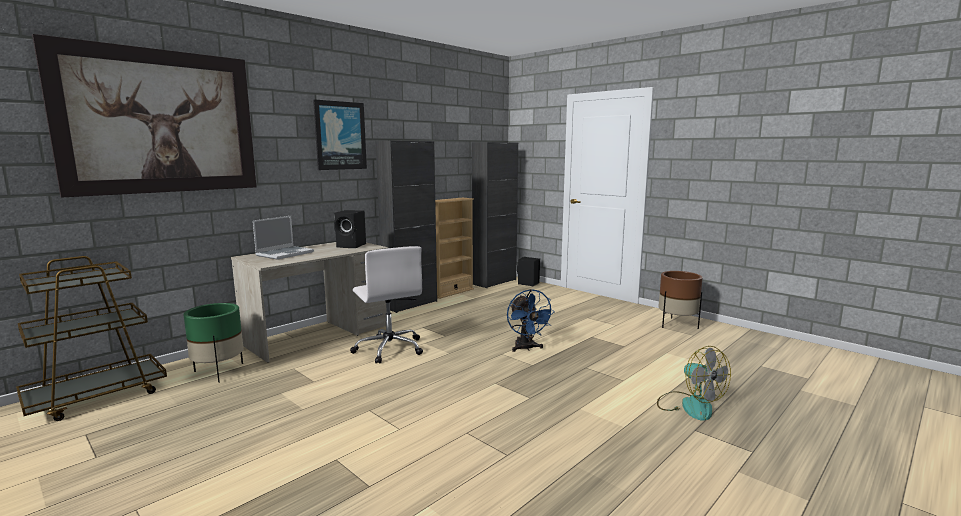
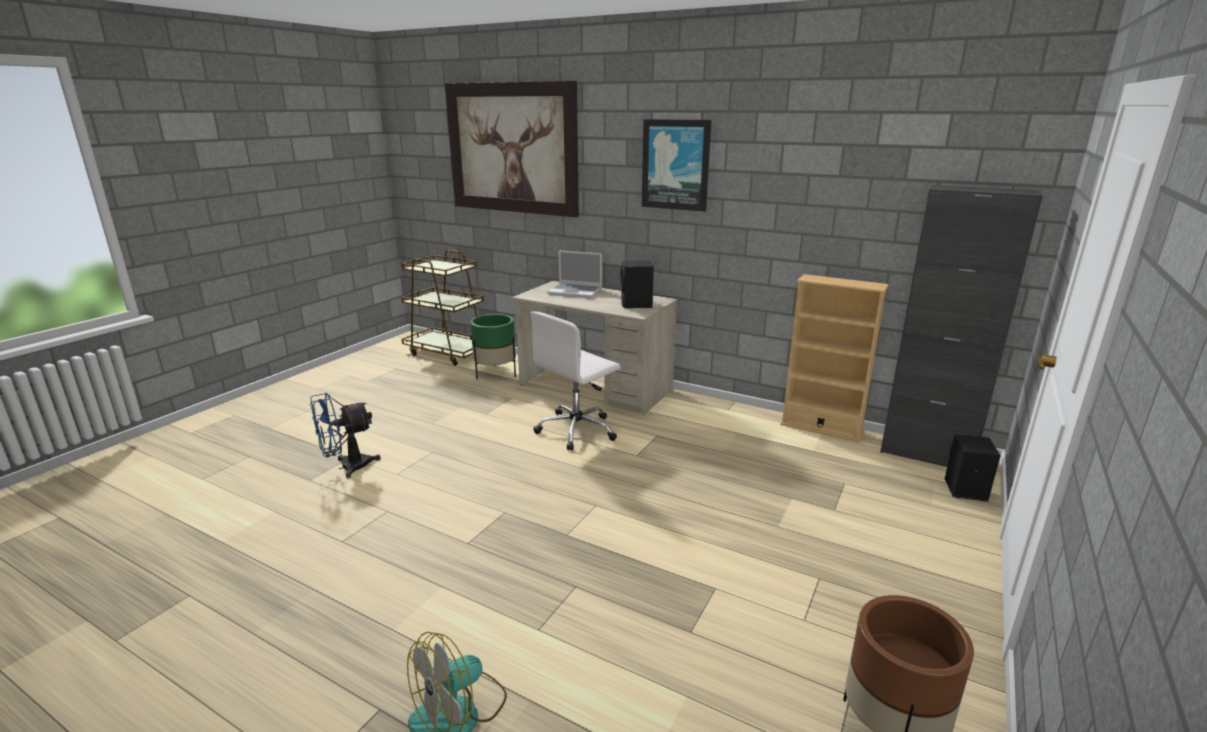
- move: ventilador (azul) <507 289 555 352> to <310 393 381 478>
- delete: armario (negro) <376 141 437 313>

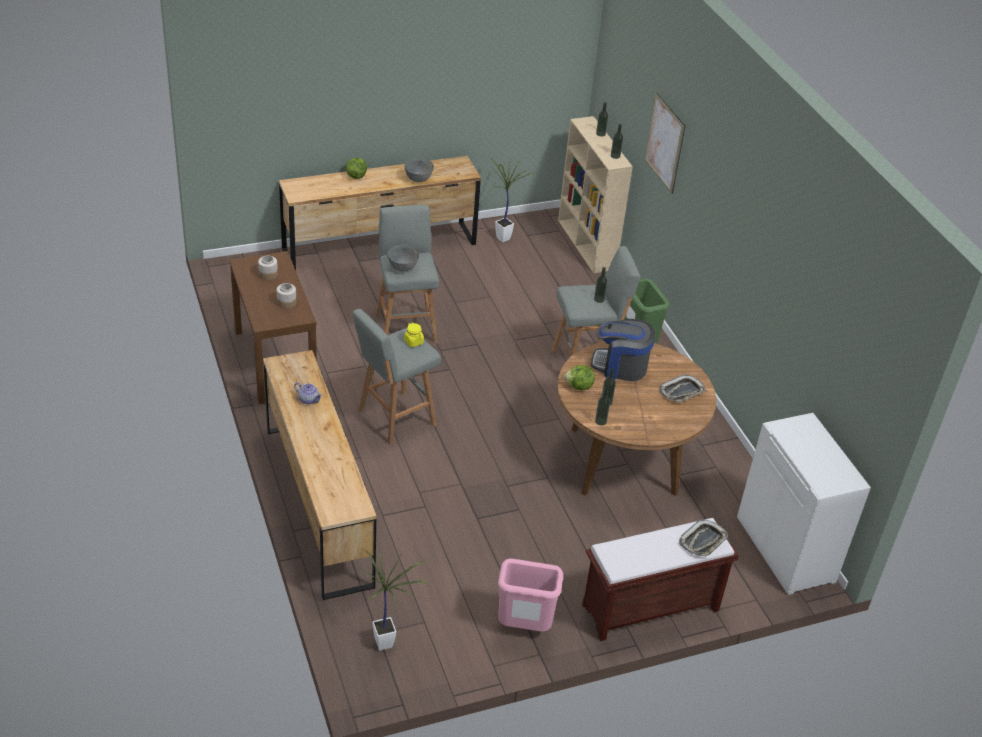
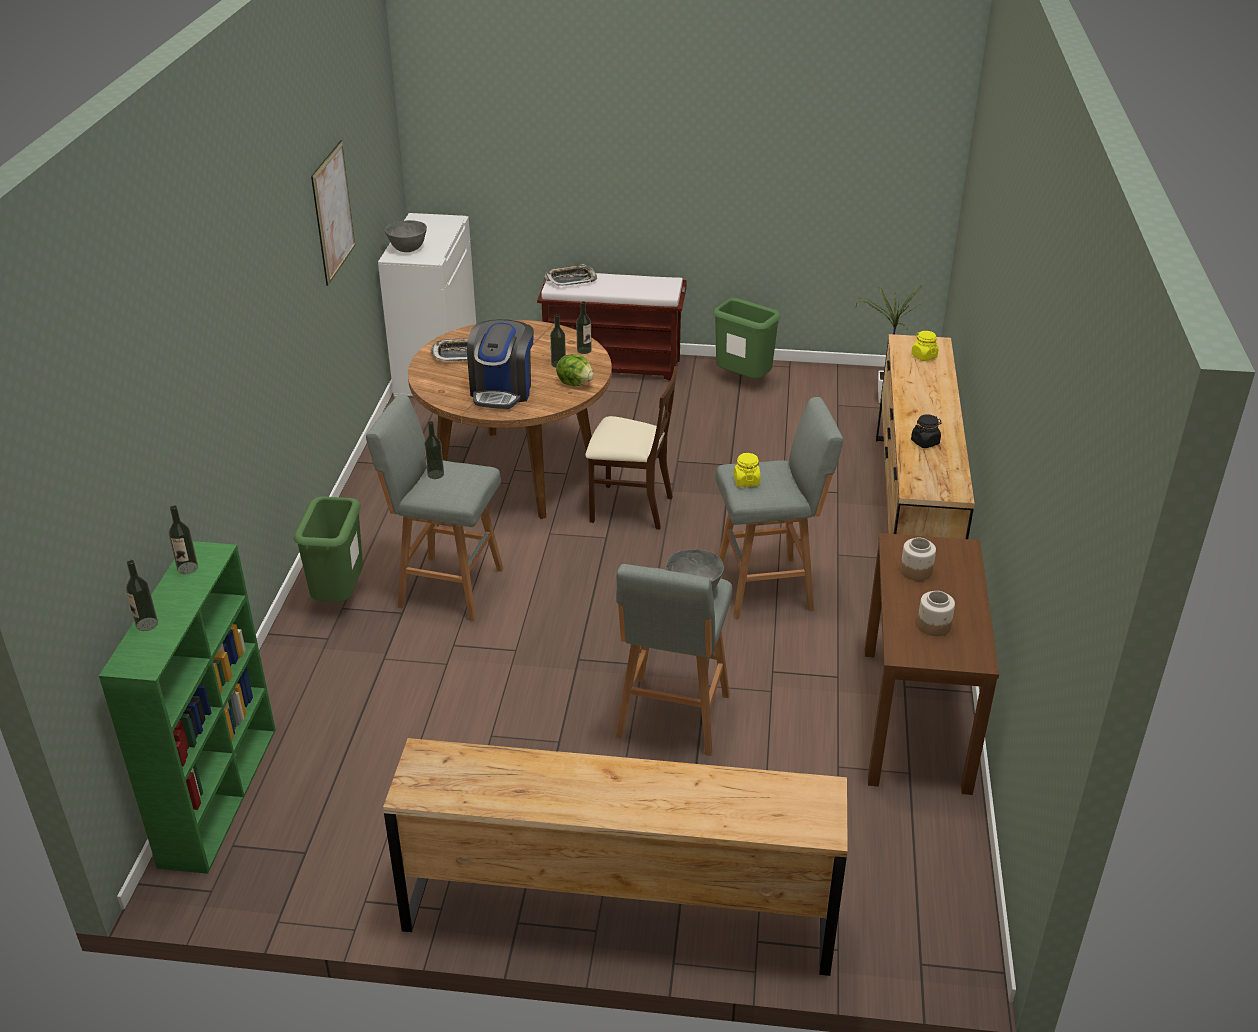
- recolor: estantería (beis) <558 116 633 274> to estantería (verde) <99 541 276 874>
- move: cuadro <645 93 685 194> to <311 140 355 286>
- move: cuenco (gris) <404 158 434 182> to <385 220 427 252>
- rotate: cafetera <591 319 655 381> = <467 319 534 409> 60 degrees clockwise
- insert: silla (beis) <585 366 678 530>
- recolor: papelera (rosa) <498 558 563 632> to papelera (verde) <713 298 781 379>
- insert: tarro (amarillo) <911 331 938 361>
- replace: tetera <294 382 323 405> to tarro (negro) <911 414 942 448>
- delete: lechuga <346 158 367 179>
- delete: planta en maceta <490 157 537 242>

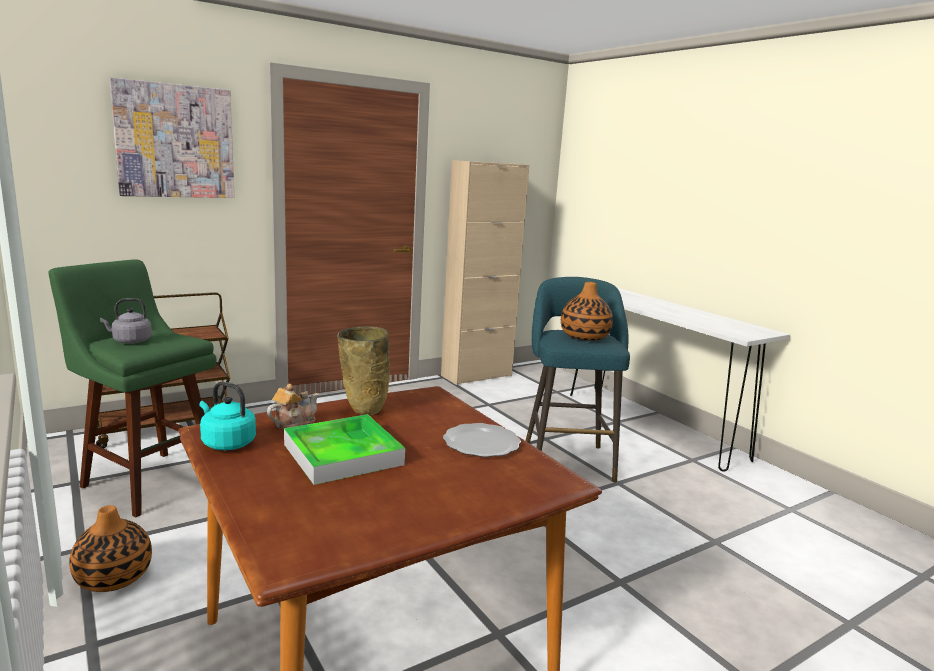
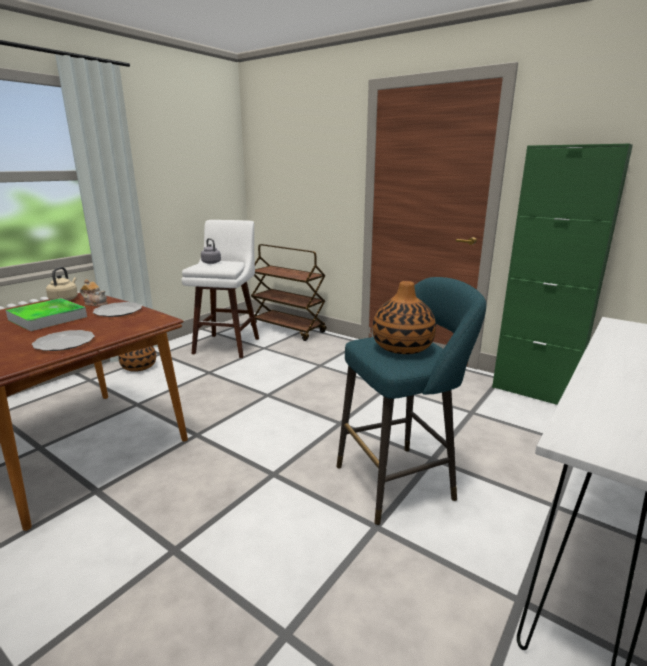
- recolor: hervidor (turquesa) <199 382 256 450> to hervidor (beis) <46 267 78 301>
- replace: florero (beis) <337 327 390 415> to plato <93 302 142 317>
- recolor: taburete (verde) <48 259 217 517> to taburete (blanco) <181 220 259 358>
- recolor: armario (beis) <441 160 529 385> to armario (verde) <492 143 633 405>
- delete: cuadro <109 78 234 198>

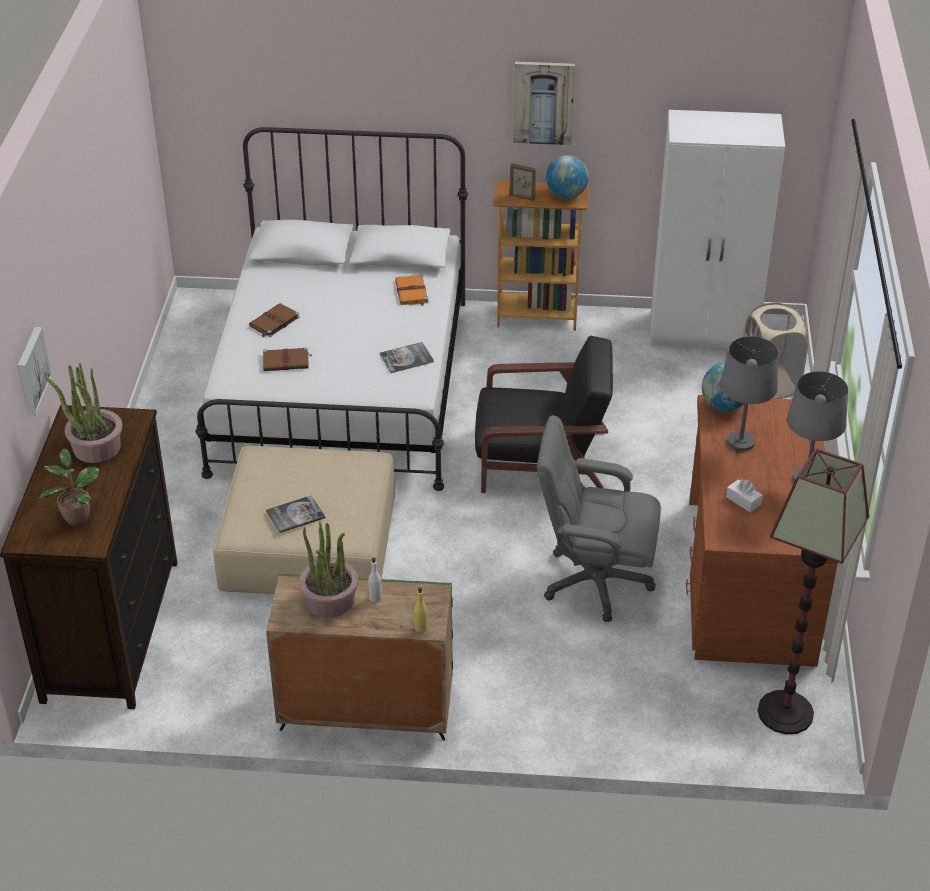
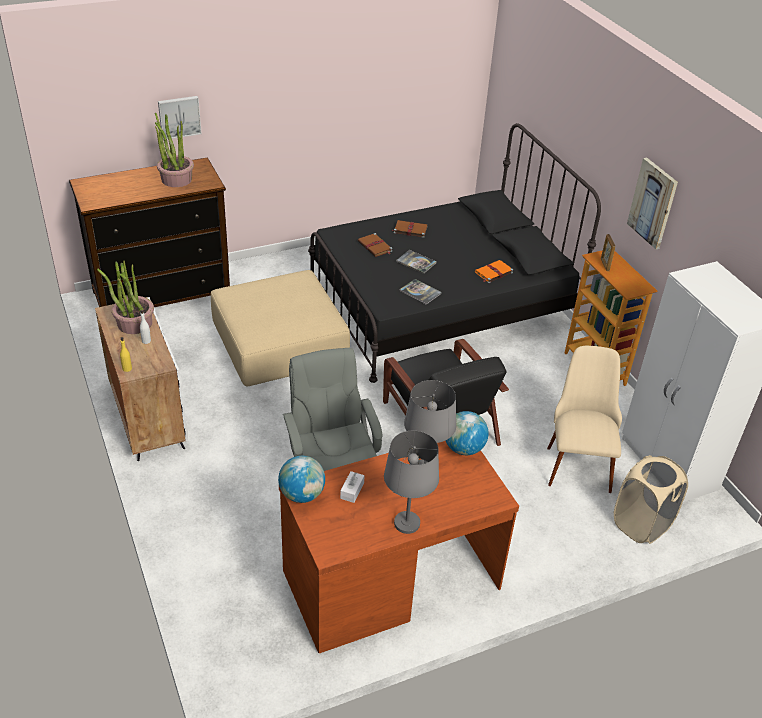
- recolor: armario (verde) <266 573 453 741> to armario (blanco) <95 297 188 461>
- move: globo terráqueo <546 155 589 199> to <278 456 325 503>
- recolor: cama (blanco) <195 127 468 491> to cama (negro) <308 123 601 383>
- move: libro <266 495 325 533> to <396 250 437 274>
- insert: silla (beis) <547 346 622 493>
- delete: planta en maceta <39 449 101 526>
- delete: lámpara de pie <758 448 869 734>

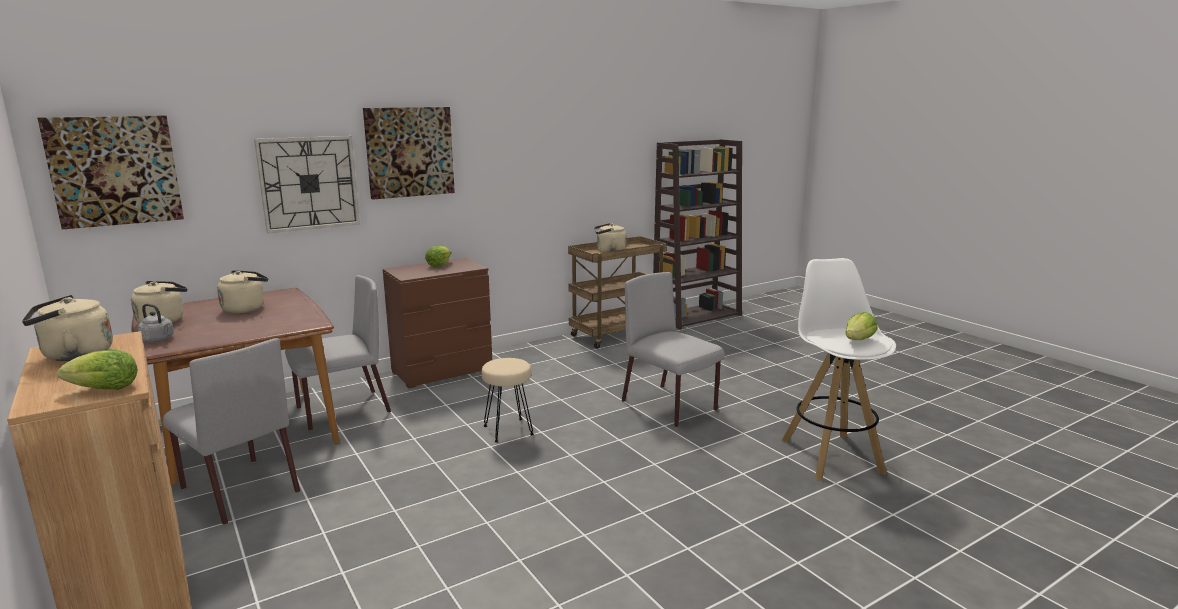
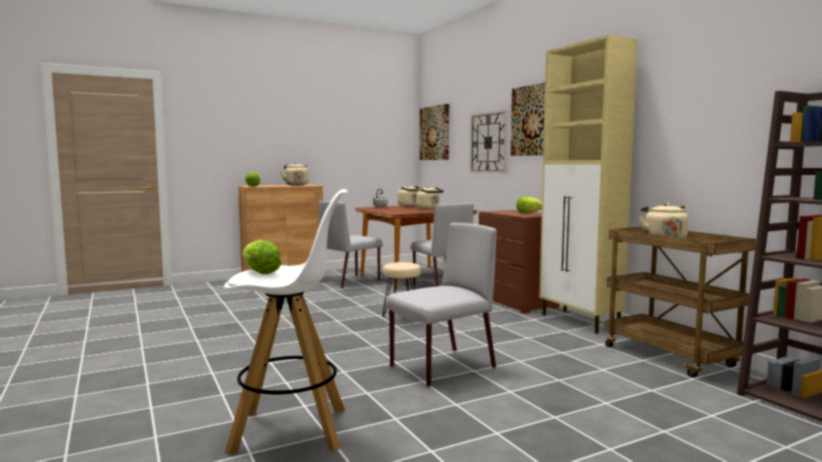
- insert: armario (beis) <539 35 638 334>

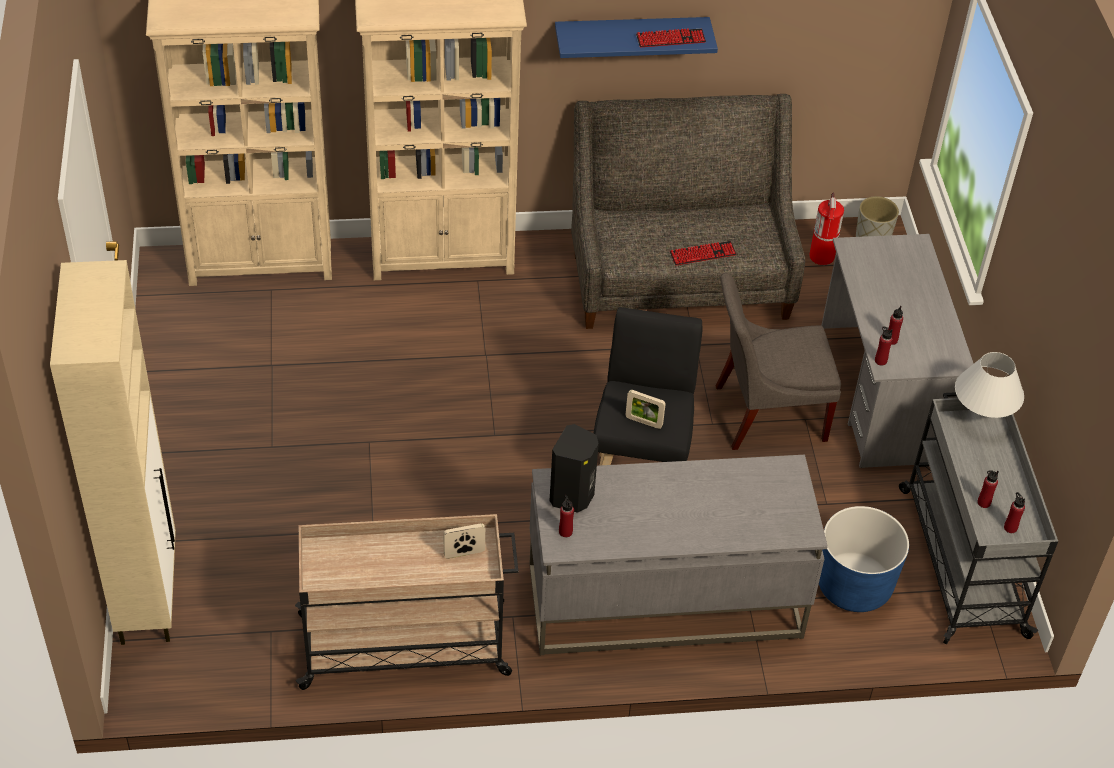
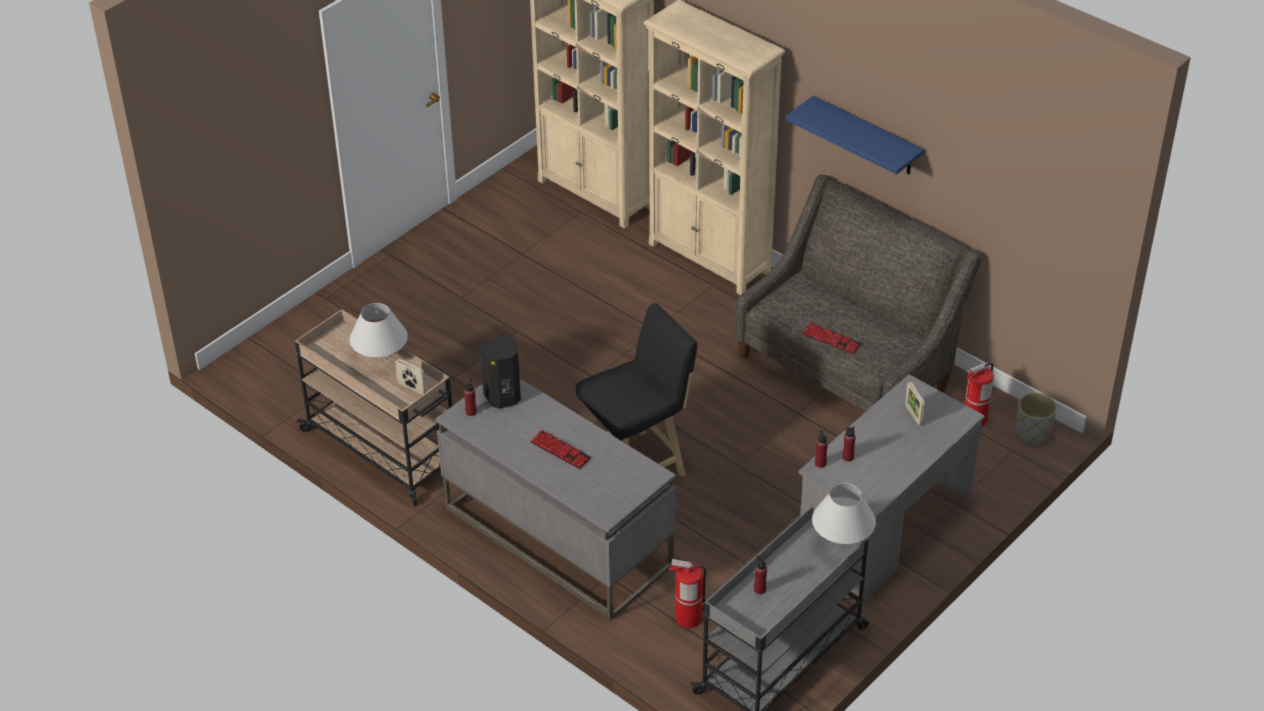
- insert: lámpara de mesa (blanco) <349 303 408 361>
- move: teclado <636 28 706 47> to <530 430 591 469>
- replace: maceta (azul) <819 506 909 612> to extintor <669 559 706 628>
- move: portarretratos <625 390 666 429> to <905 381 925 425>
- delete: armario (beis) <50 260 176 645>
- delete: silla (gris) <716 273 841 450>
- delete: botella (rojo) <1004 492 1025 533>

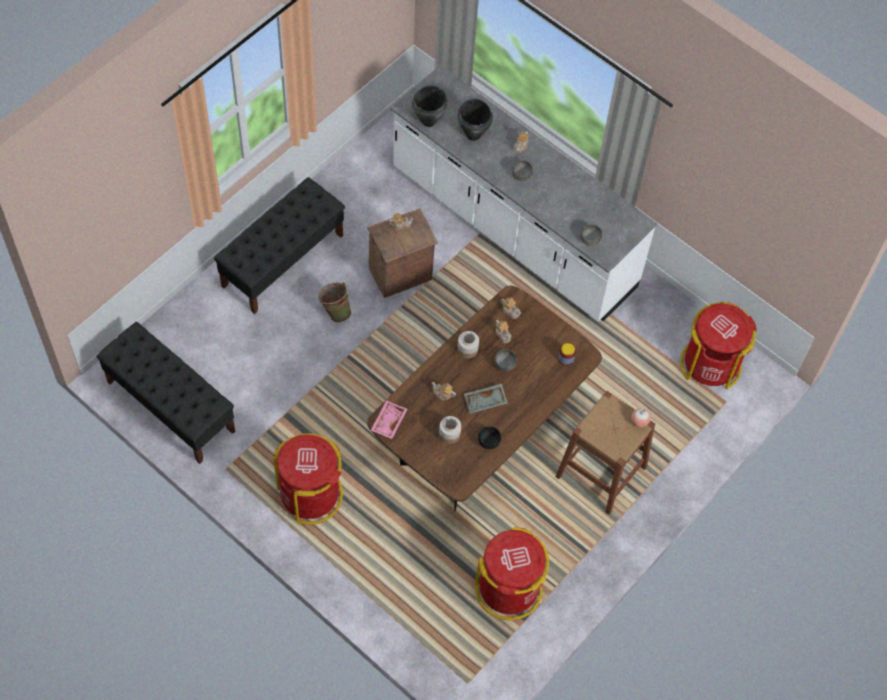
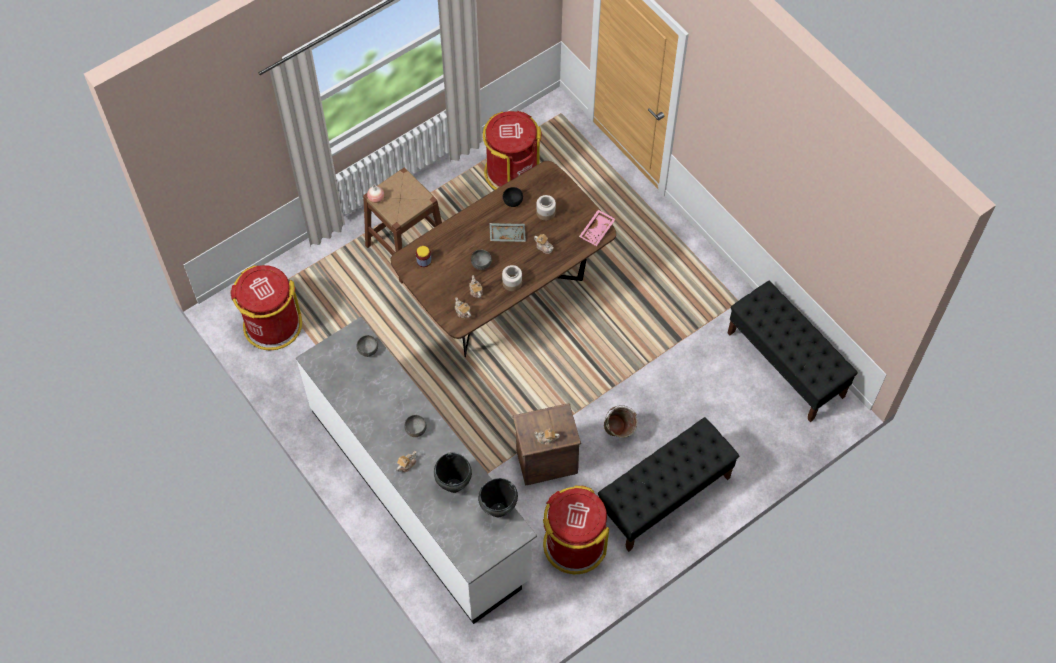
- move: papelera (rojo) <273 433 343 525> to <543 485 609 574>

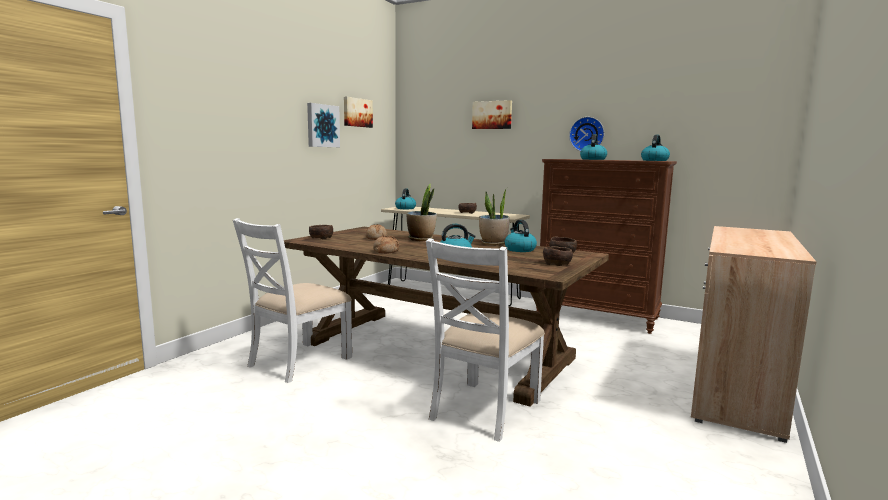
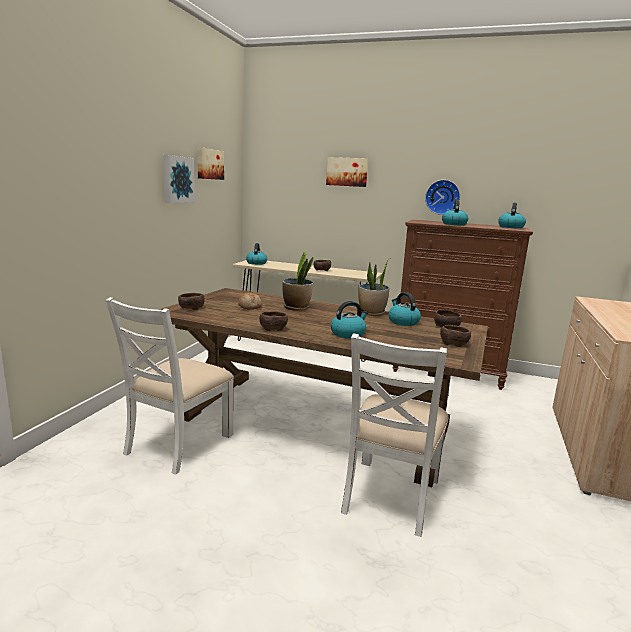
- replace: pan <373 236 399 254> to cuenco (marrón) <259 311 288 331>

